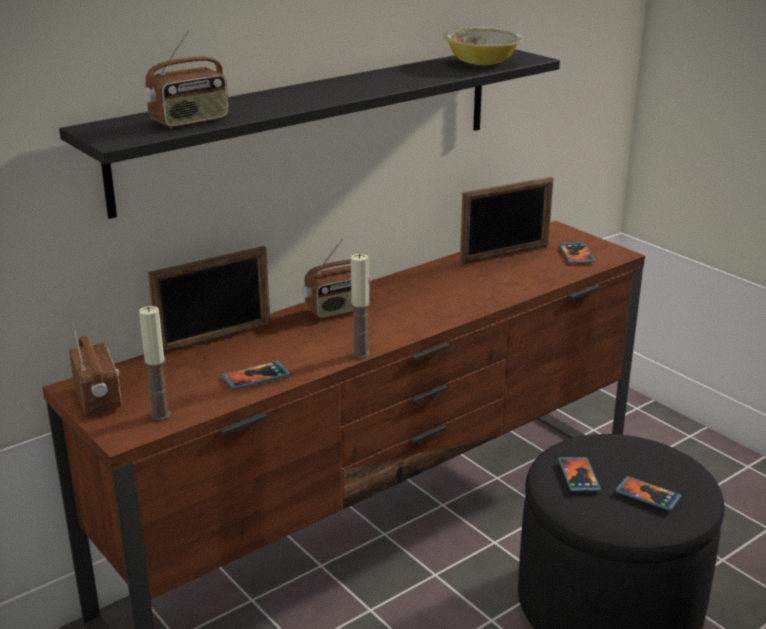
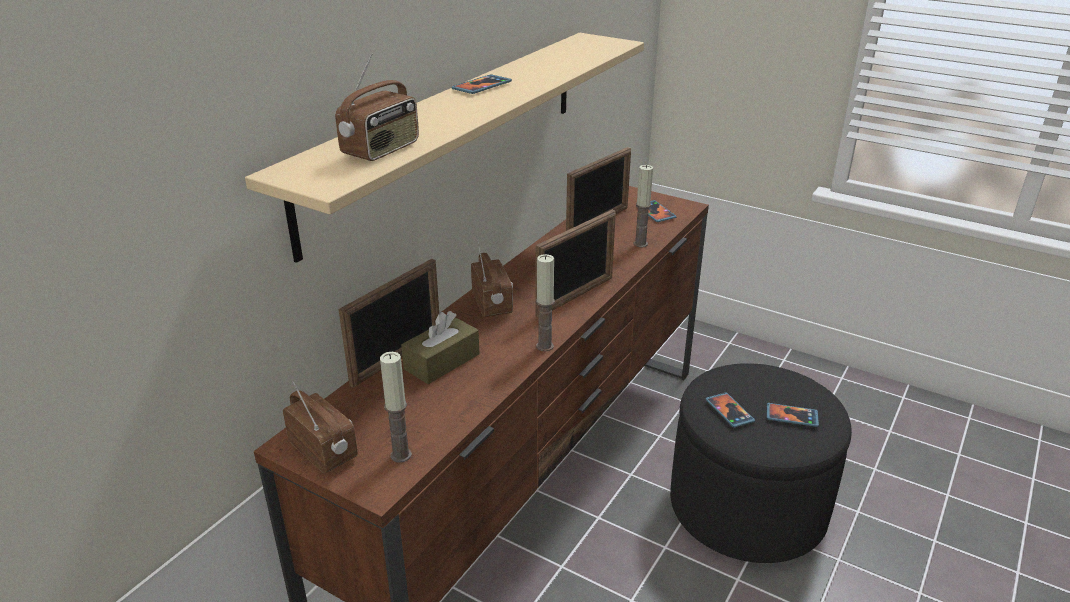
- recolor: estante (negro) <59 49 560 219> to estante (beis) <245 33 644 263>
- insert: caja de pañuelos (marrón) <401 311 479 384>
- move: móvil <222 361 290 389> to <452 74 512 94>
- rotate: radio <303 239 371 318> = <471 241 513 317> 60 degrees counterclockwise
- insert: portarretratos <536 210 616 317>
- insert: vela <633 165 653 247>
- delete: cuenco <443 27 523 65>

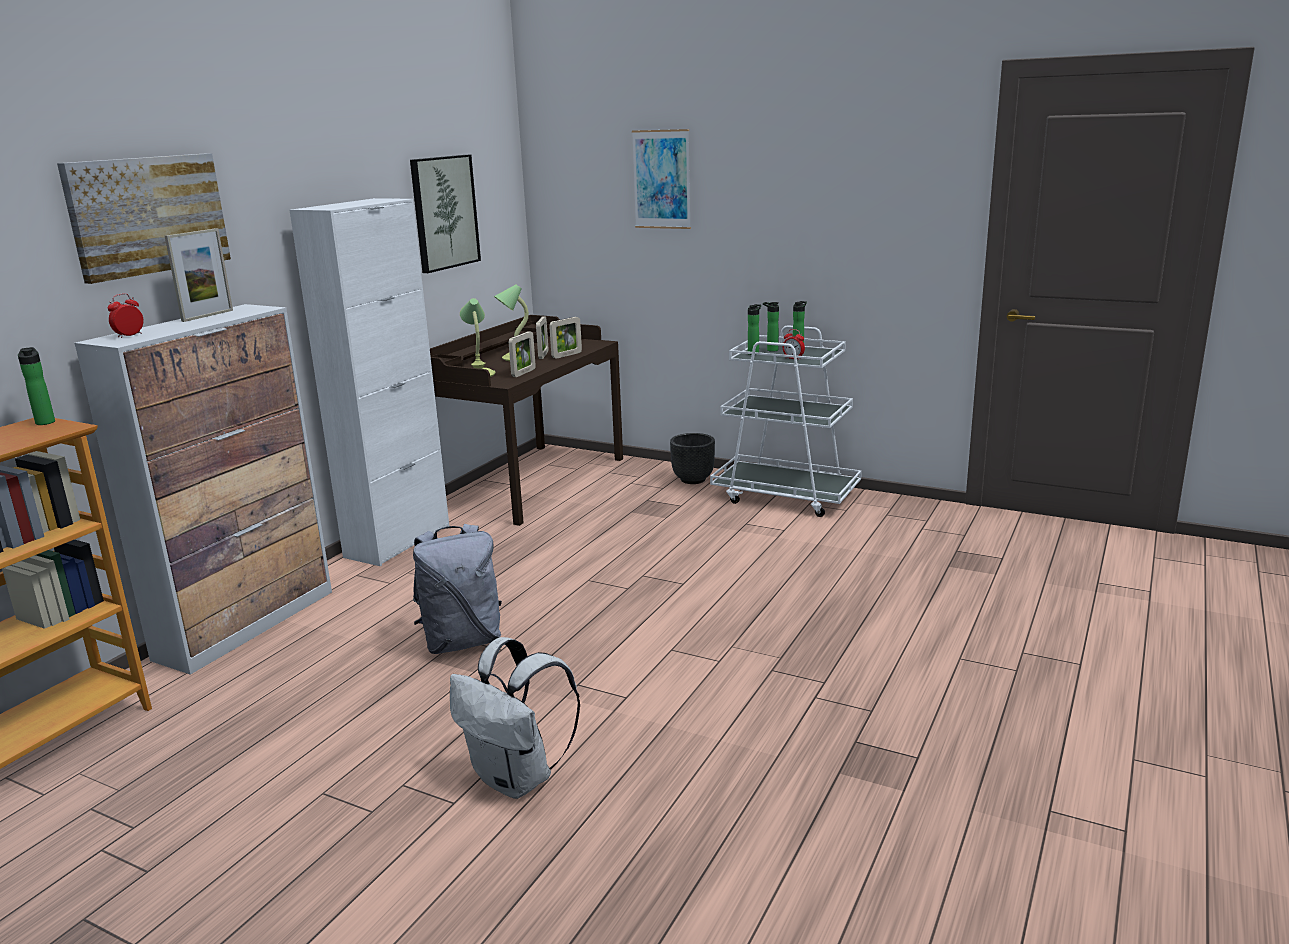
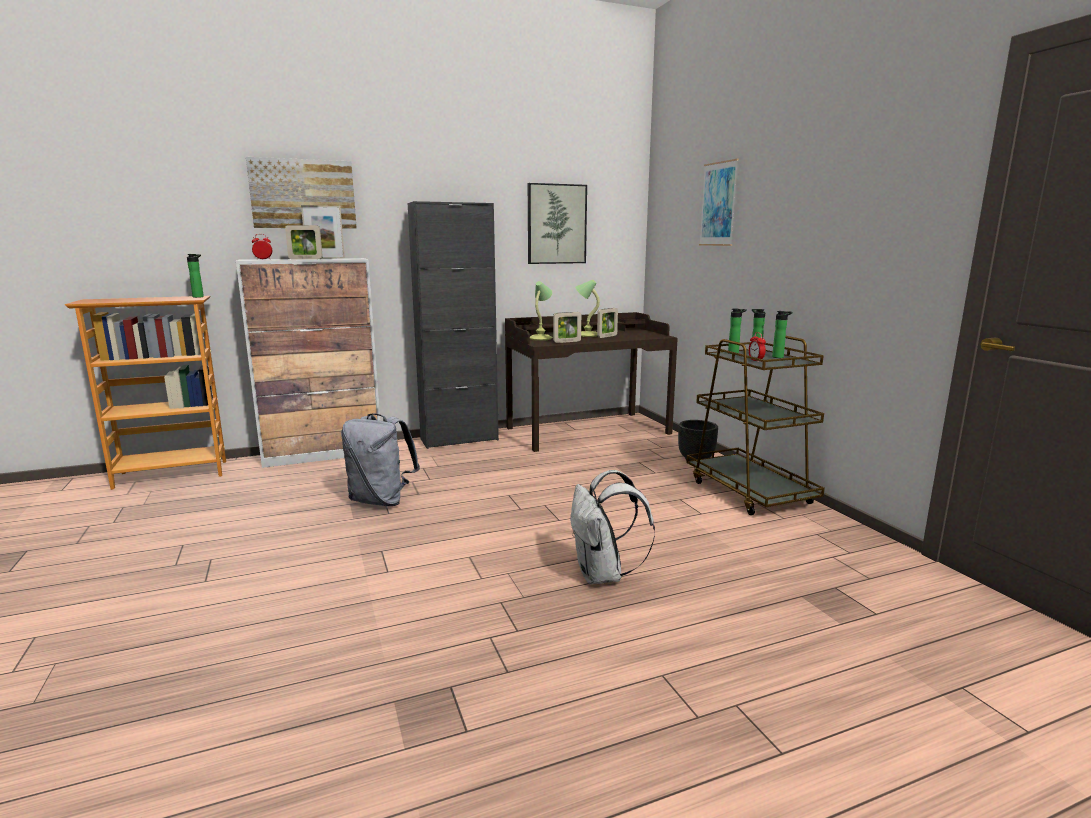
- move: portarretratos <549 317 582 359> to <285 225 323 259>
- recolor: armario (blanco) <289 198 449 566> to armario (negro) <408 201 499 449>
- move: mochila (blanco) <450 637 580 799> to <570 470 655 585>
- recolor: carrito (blanco) <710 325 862 517> to carrito (marrón) <686 336 825 515>

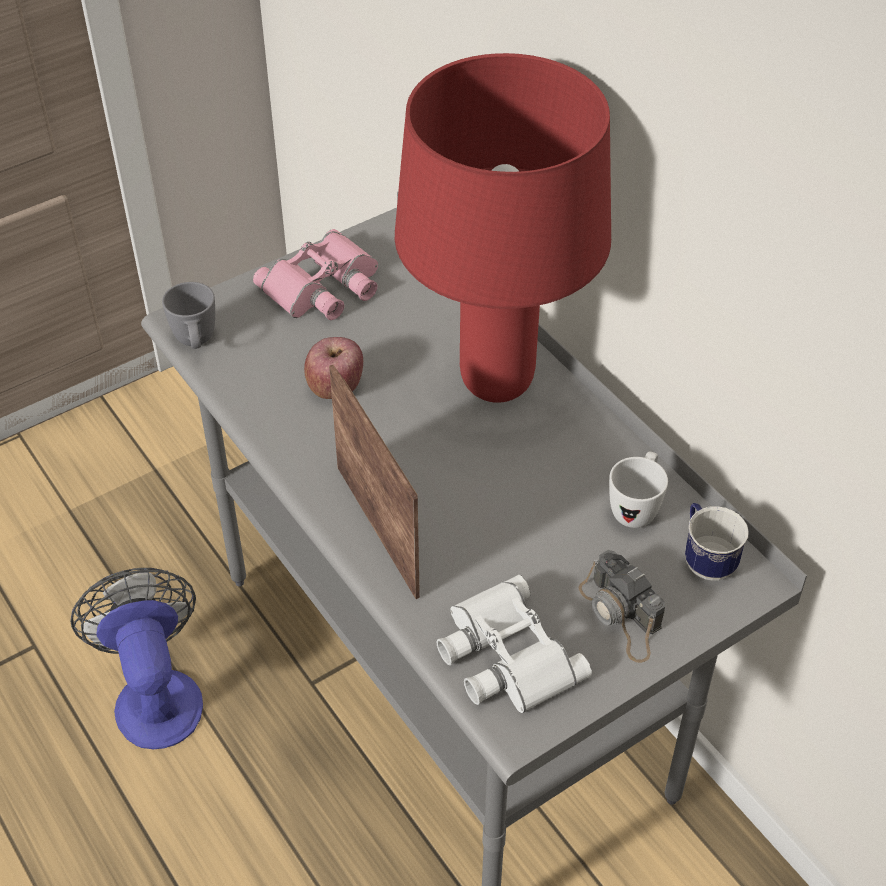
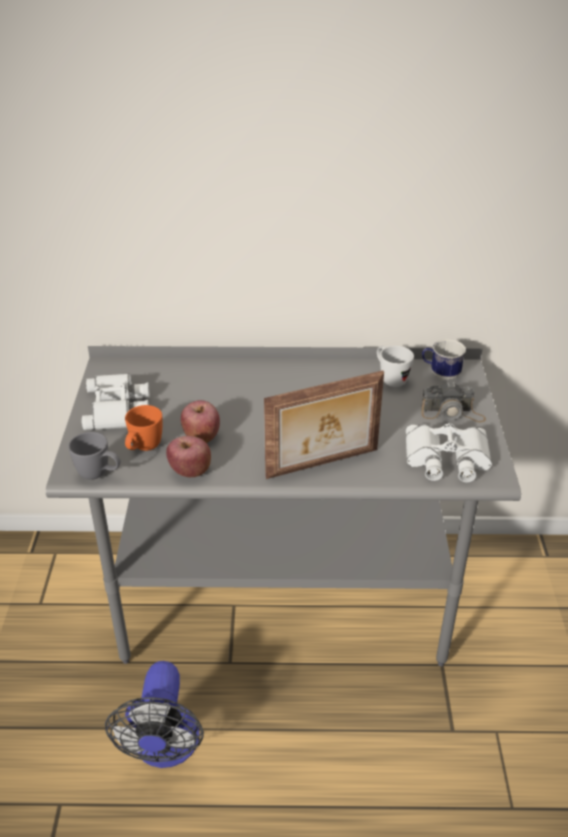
- recolor: prismáticos (rosa) <253 229 378 320> to prismáticos (blanco) <81 374 150 430>
- rotate: ventilador <70 568 203 749> = <105 661 204 768> 105 degrees counterclockwise
- insert: taza grande (naranja) <125 405 163 451>
- insert: manzana <166 436 211 477>
- rotate: portarretratos <329 365 420 599> = <264 371 384 479> 150 degrees clockwise
- delete: lámpara de mesa (rojo) <395 53 611 403>

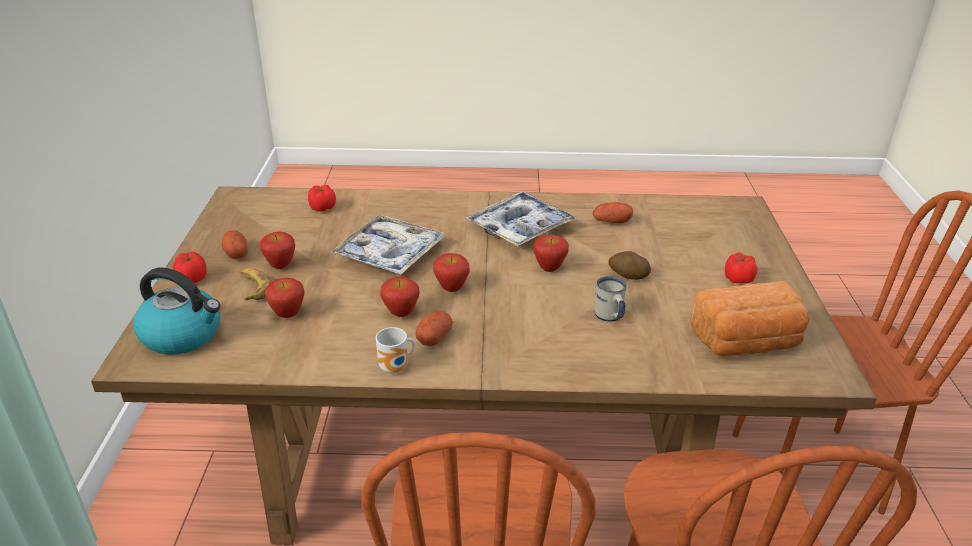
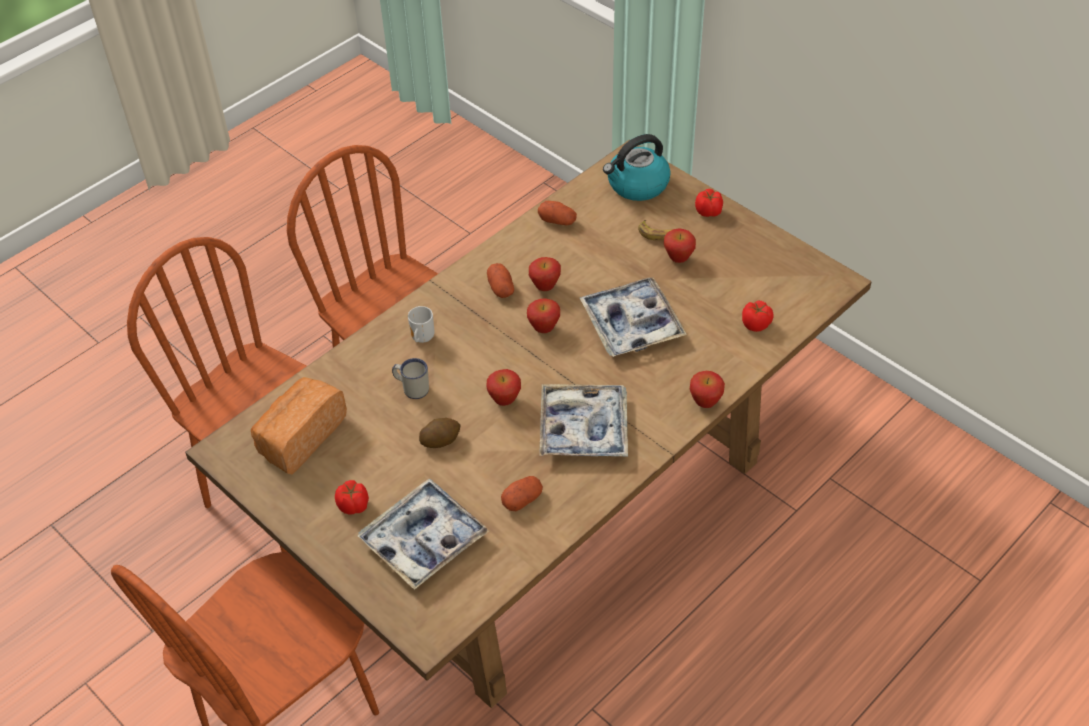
- insert: bandeja <358 479 489 590>
- move: taza grande <376 327 415 374> to <408 306 435 343>
- move: patata <222 230 248 259> to <538 201 577 225>
- move: manzana <265 278 304 318> to <690 371 725 408>

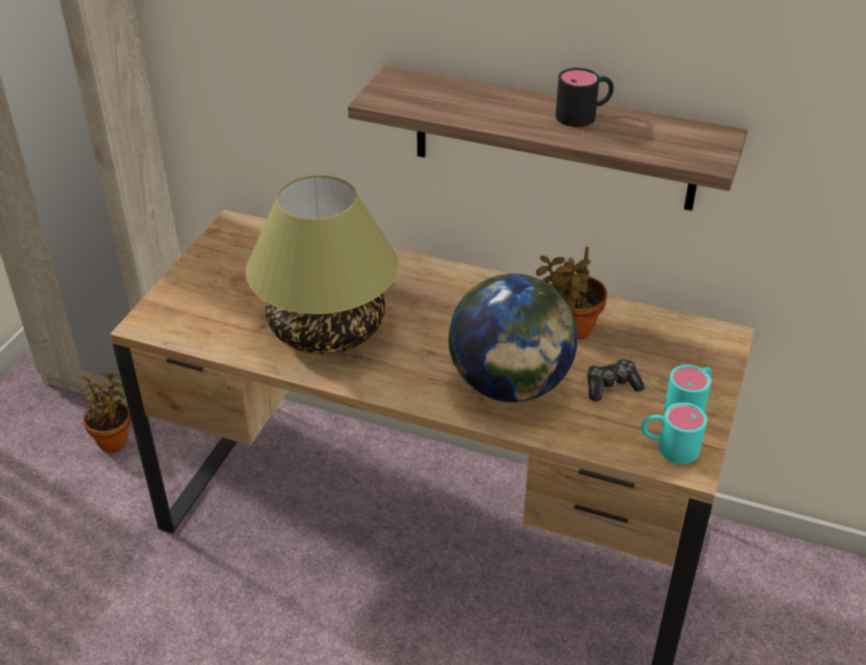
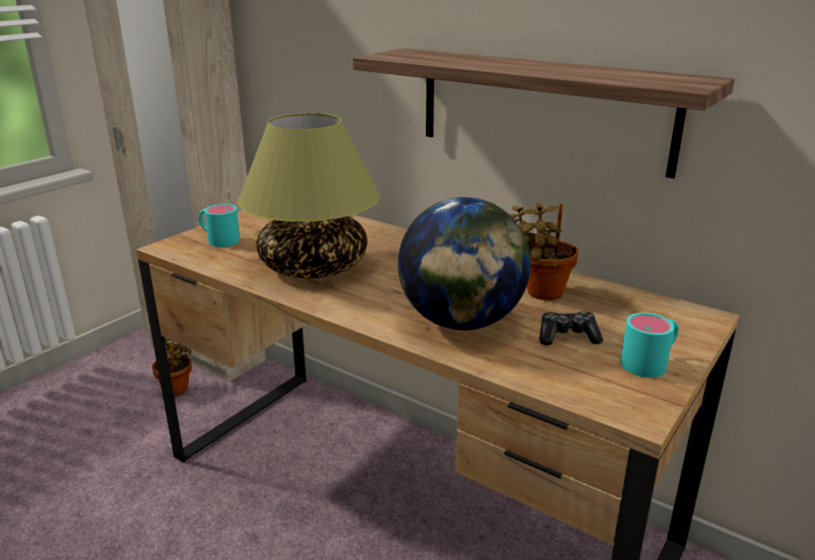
- move: taza grande (turquesa) <641 402 707 464> to <198 204 240 247>
- delete: taza grande (negro) <555 68 614 127>

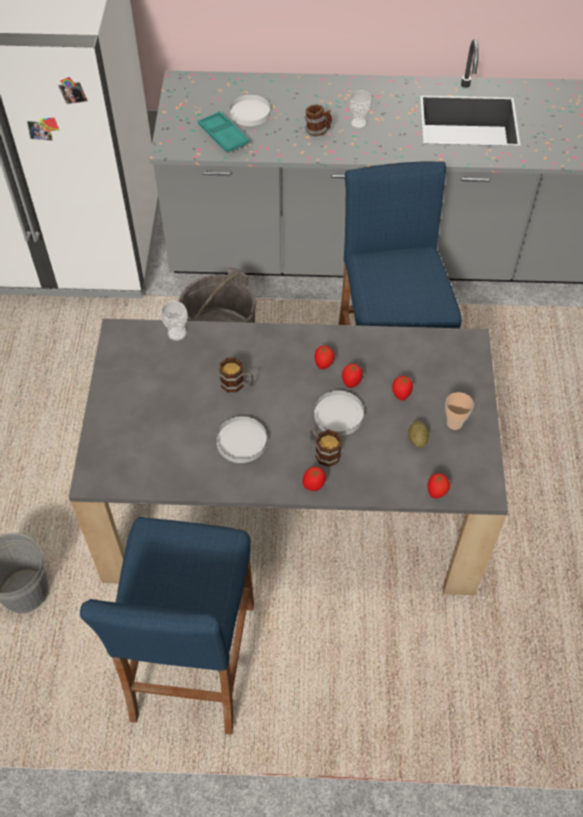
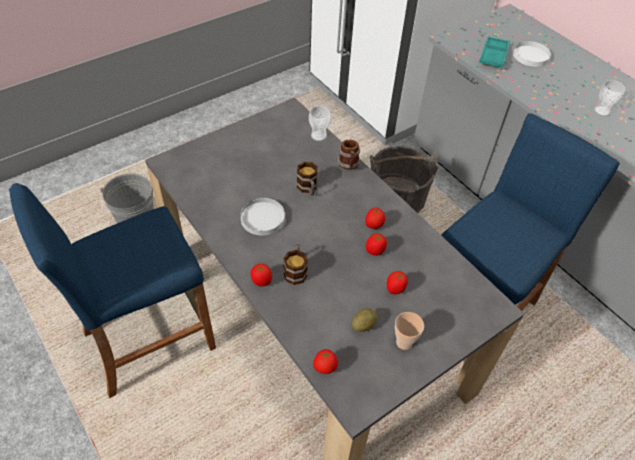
- move: taza grande <304 104 332 136> to <337 140 361 170>
- delete: plato (blanco) <314 390 364 436>

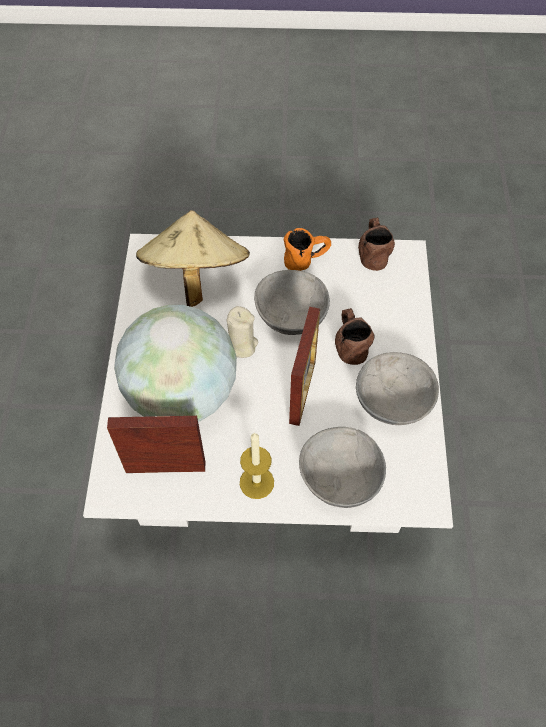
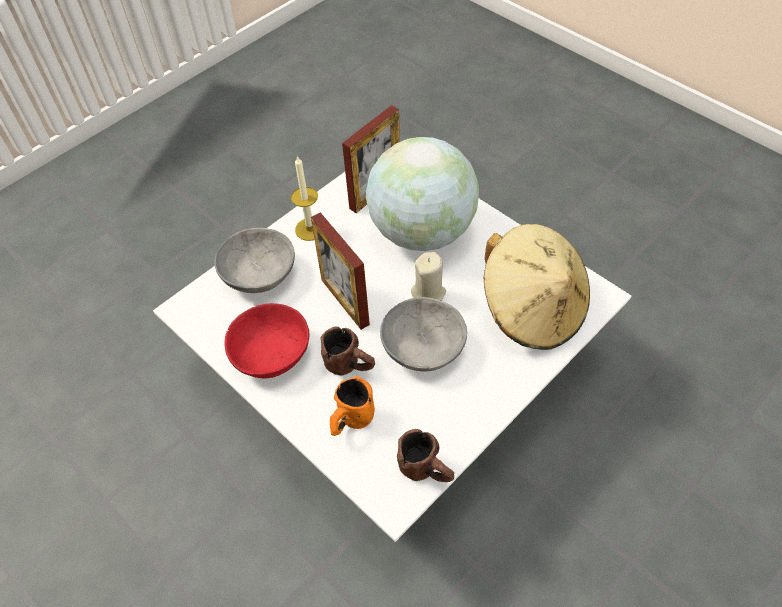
- recolor: cuenco (gris) <356 352 439 425> to cuenco (rojo) <224 303 309 378>
- move: taza grande (naranja) <284 228 331 271> to <330 376 375 436>

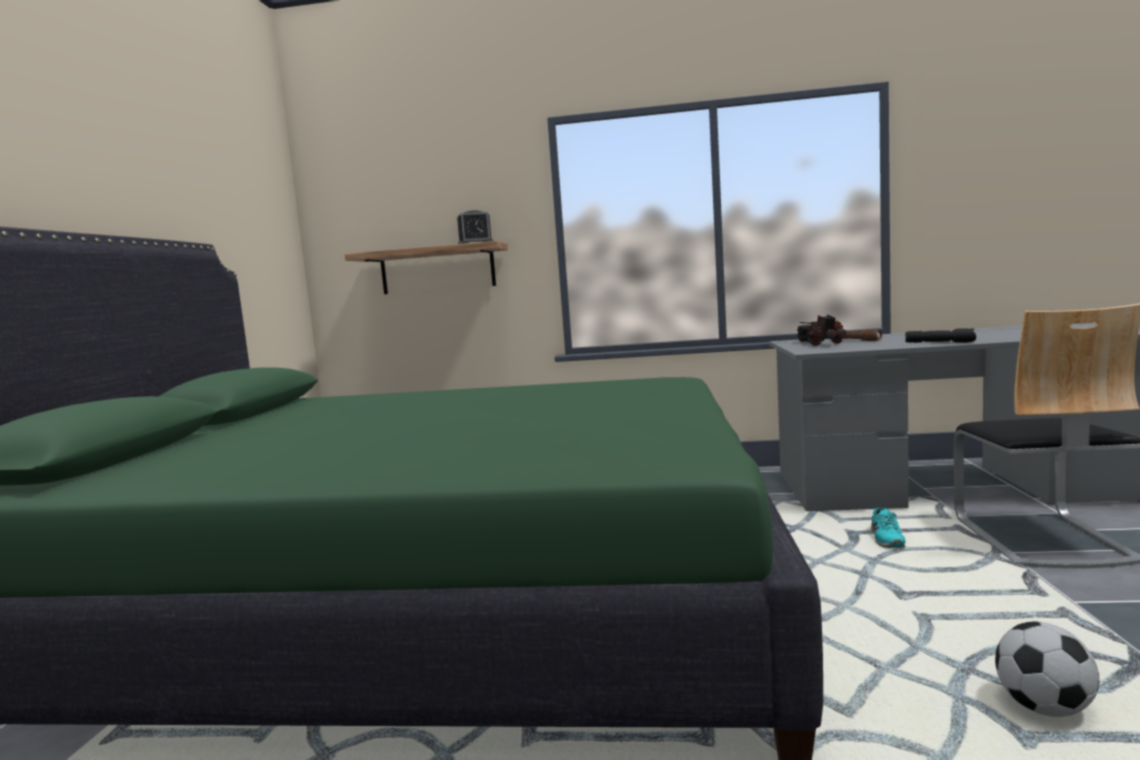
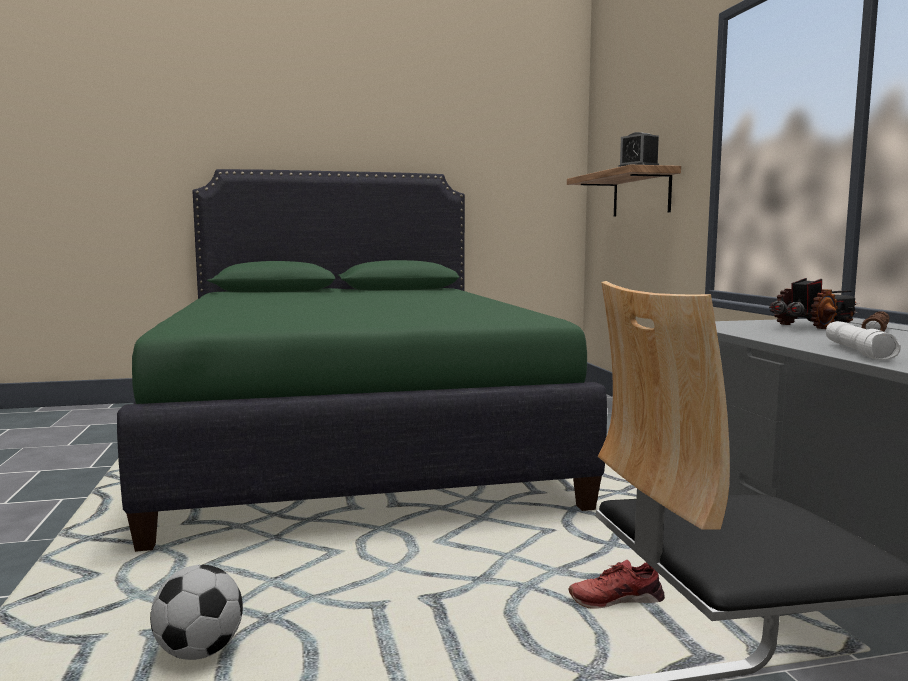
- recolor: zapato (turquesa) <871 508 905 548> to zapato (rojo) <568 560 665 609>
- recolor: linterna (negro) <905 328 976 343> to linterna (blanco) <826 321 901 360>

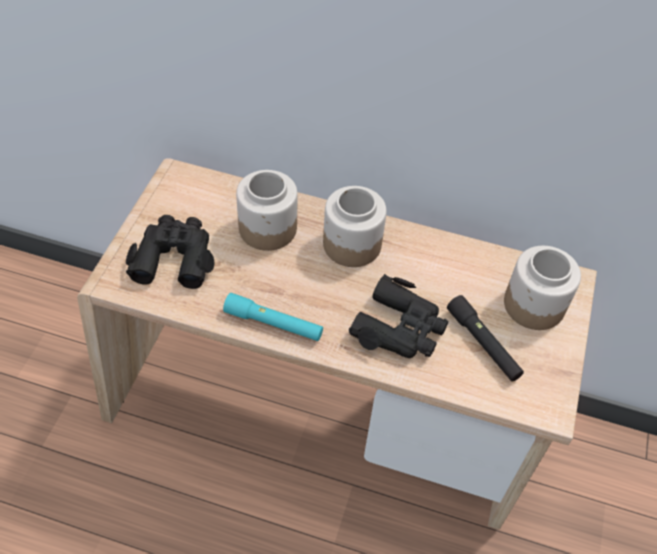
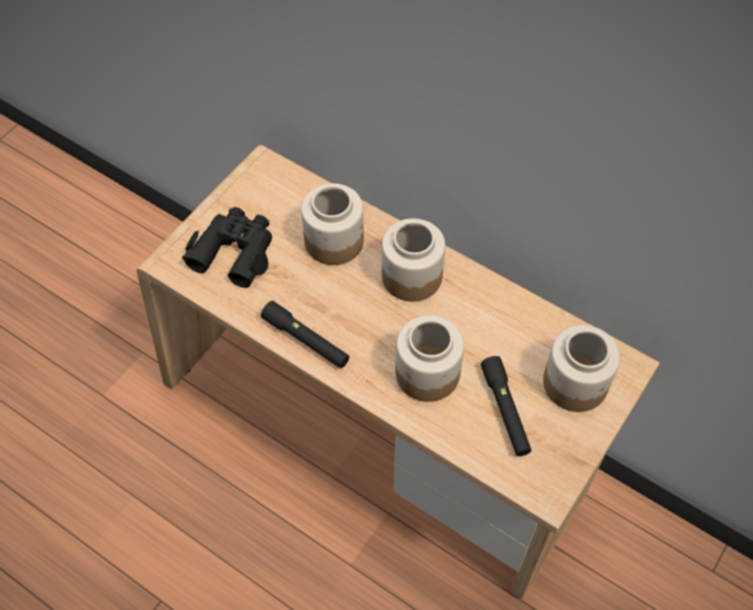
- recolor: linterna (turquesa) <223 293 323 341> to linterna (negro) <261 301 349 368>
- replace: prismáticos (negro) <349 274 449 358> to tarro <396 315 464 402>

